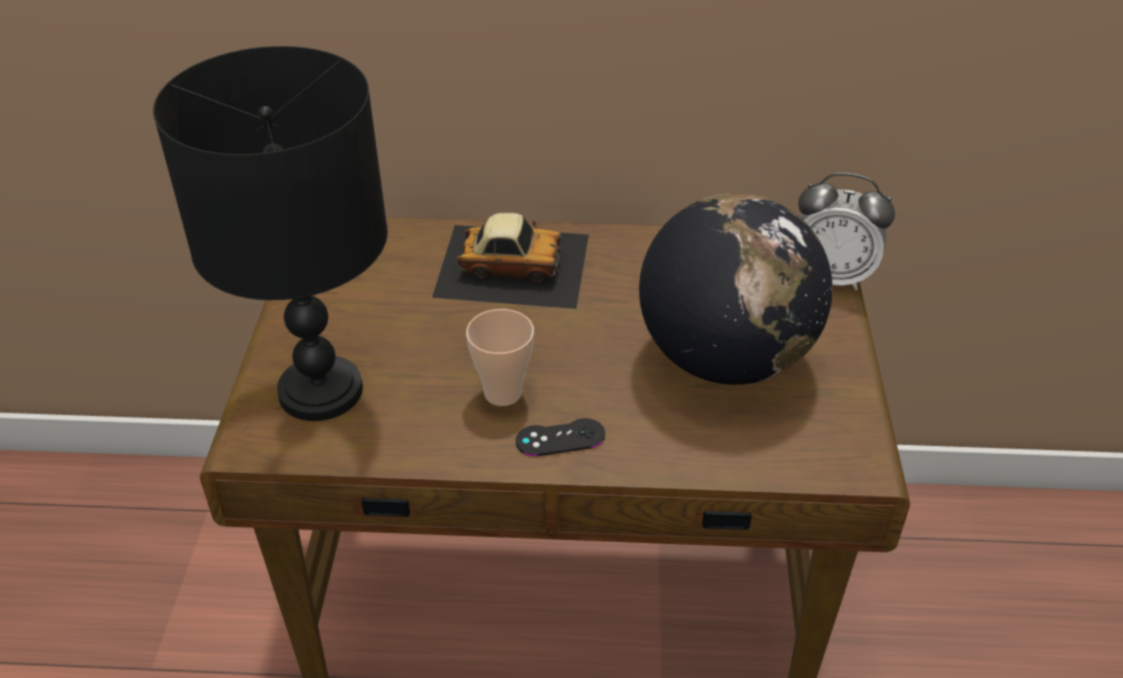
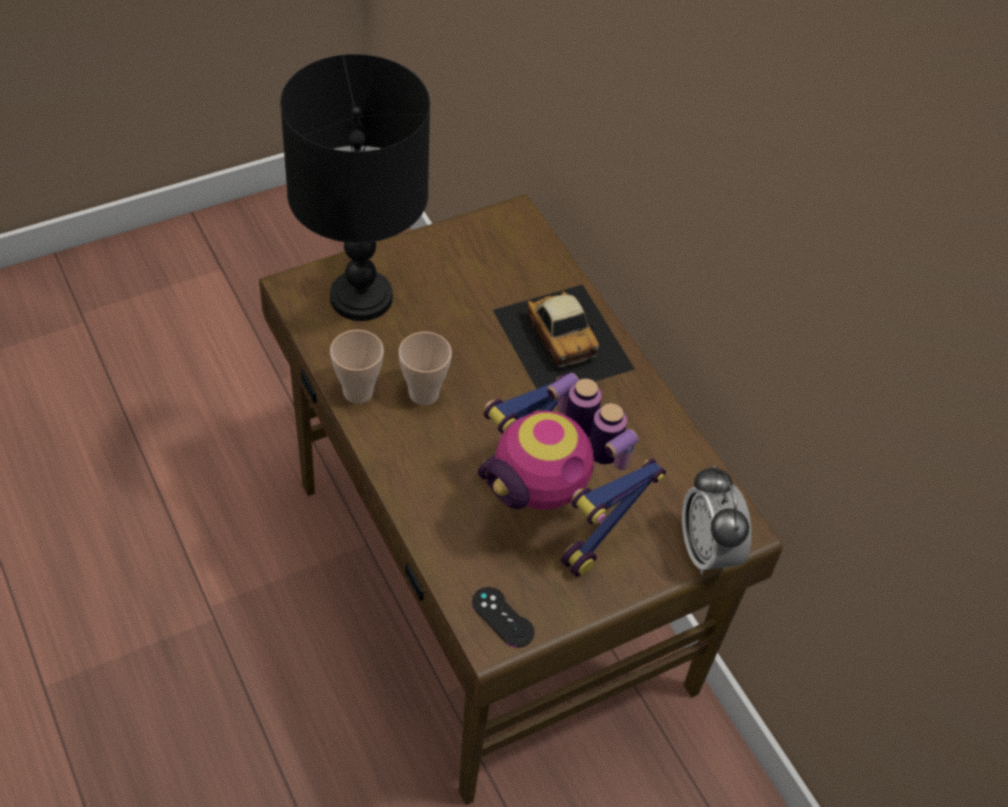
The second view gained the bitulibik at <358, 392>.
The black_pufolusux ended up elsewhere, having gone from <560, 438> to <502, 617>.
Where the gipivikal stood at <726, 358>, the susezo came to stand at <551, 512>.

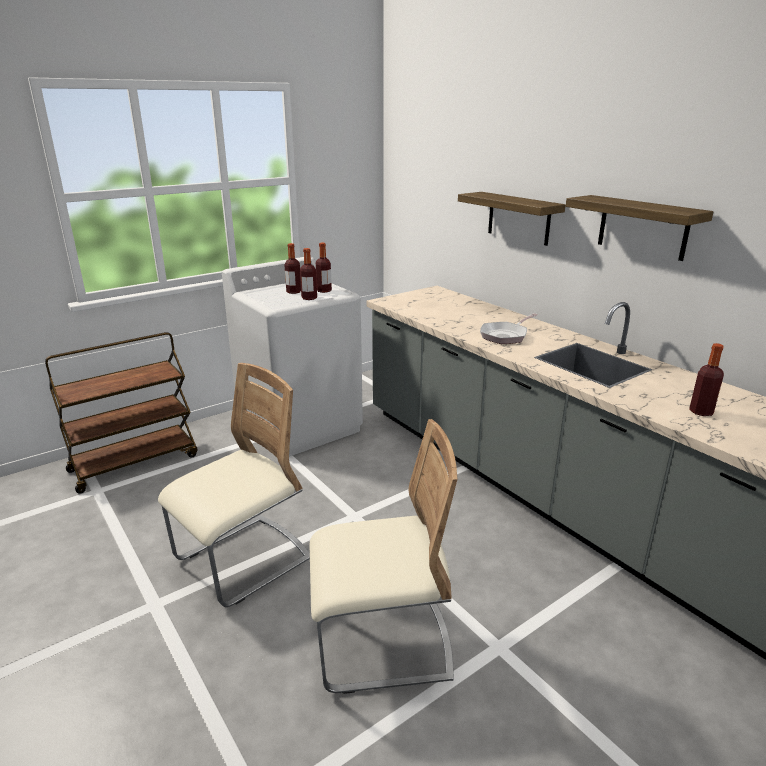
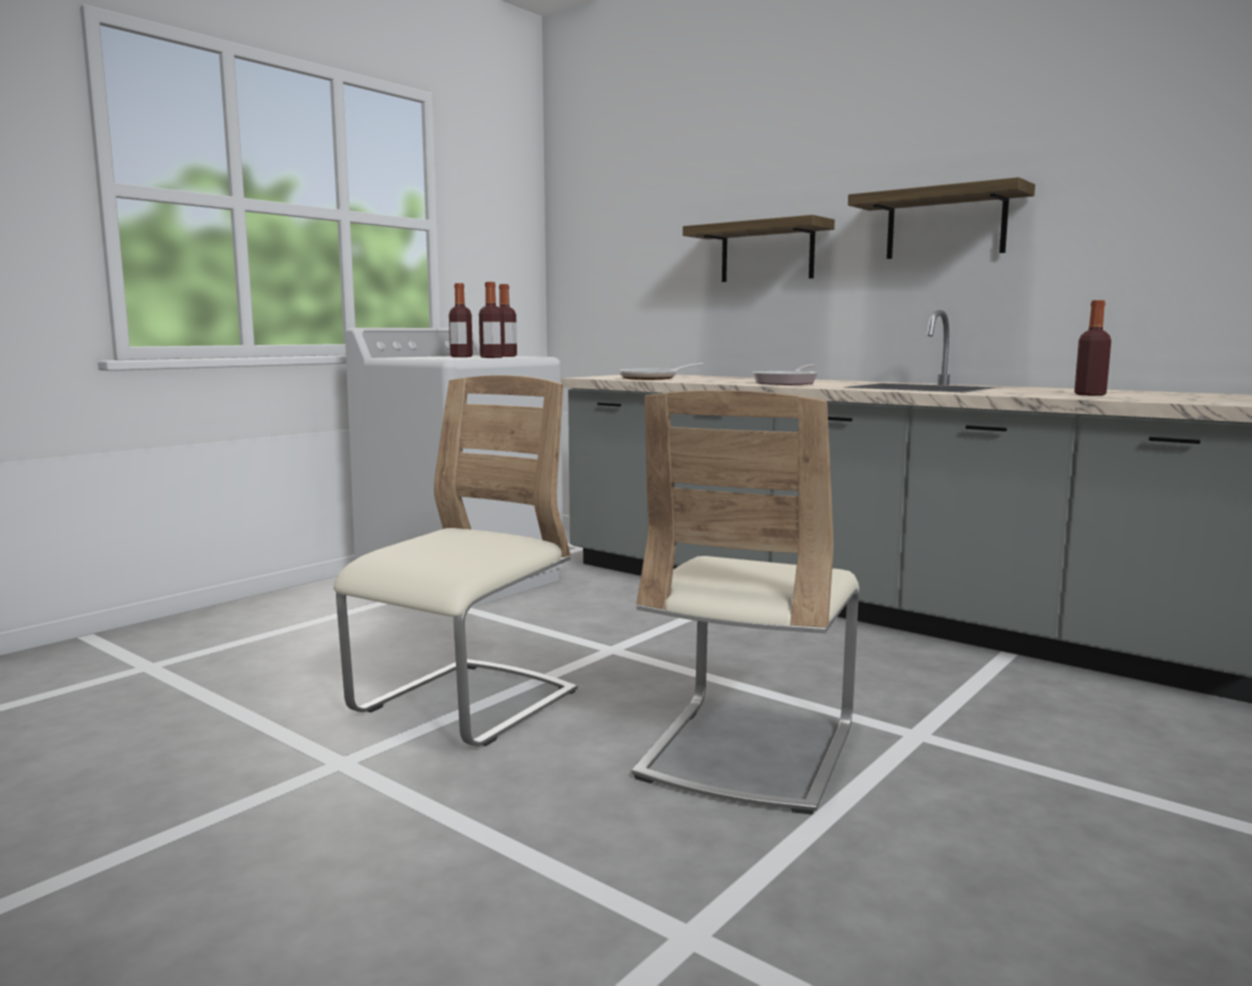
The second view gained the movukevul at <653, 378>.
The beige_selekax at <382, 642> ended up facing another way, 135 degrees clockwise from before.
The second view lost the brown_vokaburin at <135, 463>.

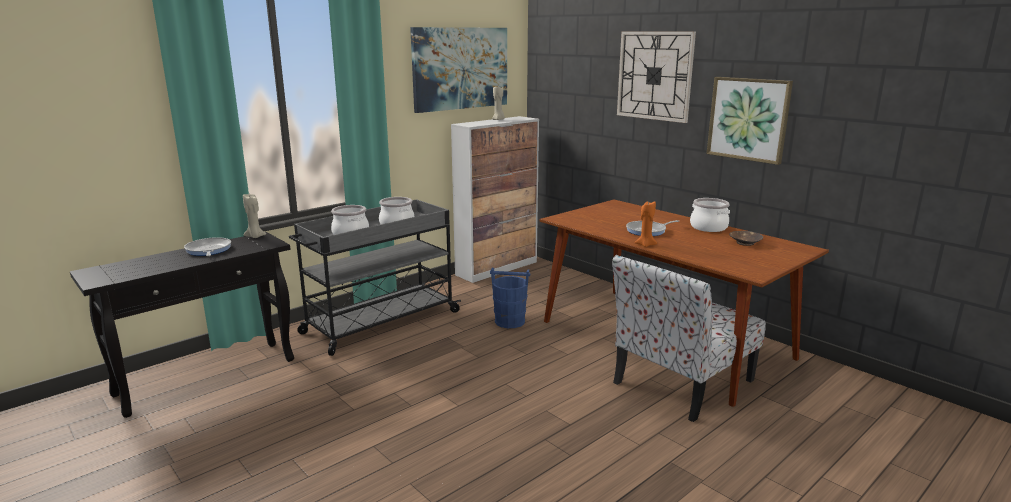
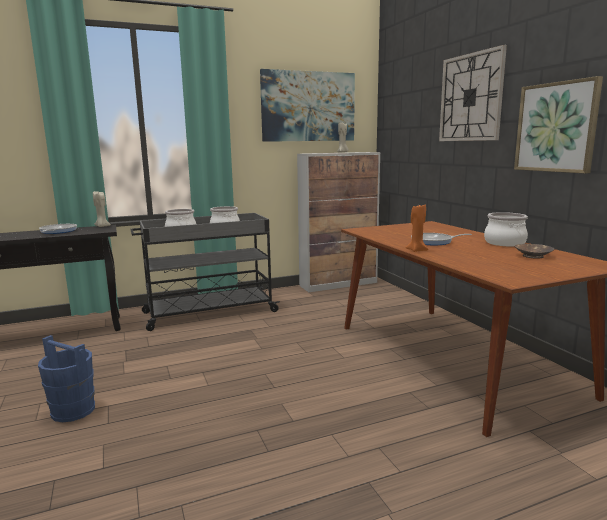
The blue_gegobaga ended up elsewhere, having gone from <509, 321> to <73, 410>.
The second view lost the selekax at <681, 383>.

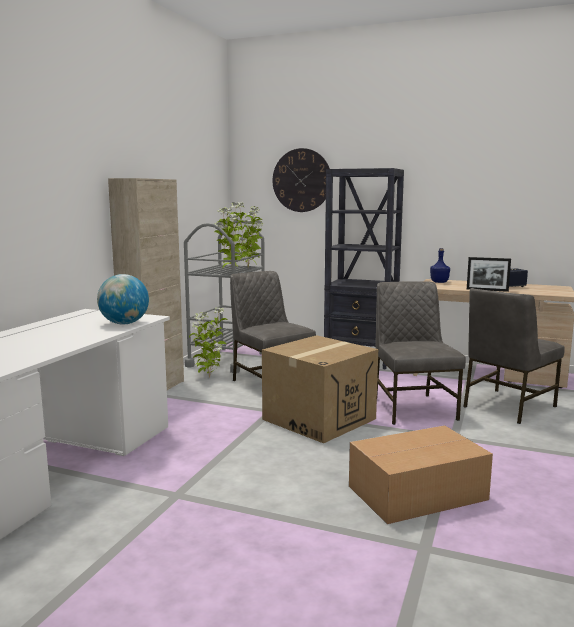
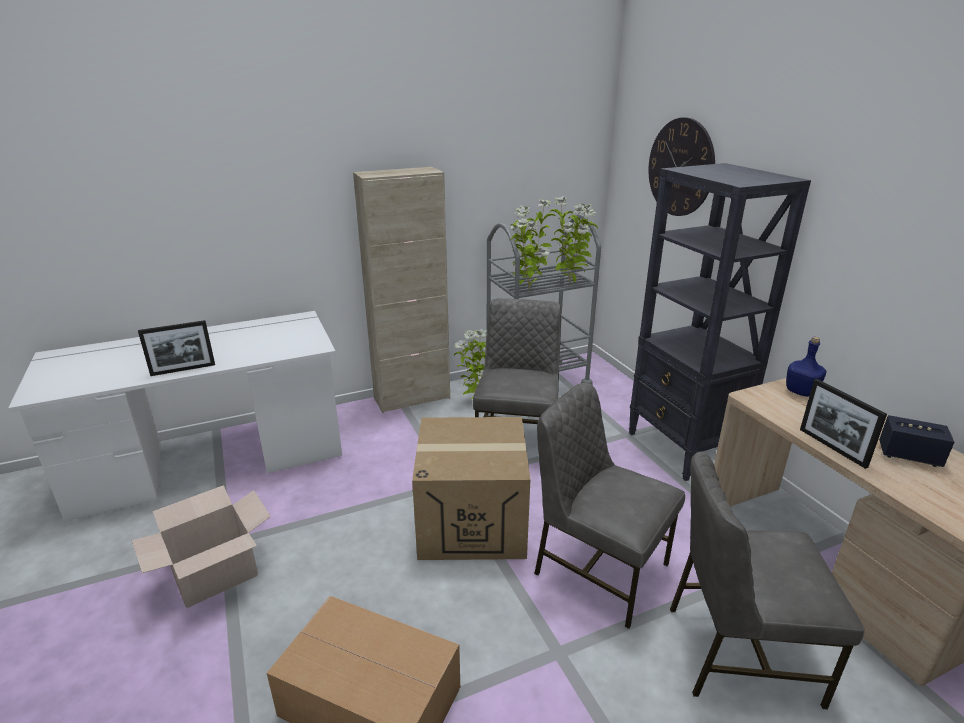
The second view gained the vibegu at <215, 574>.
The second view gained the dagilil at <183, 369>.
The grey_selekax at <412, 408> ended up facing another way, 90 degrees counterclockwise from before.
The second view lost the gipivikal at <124, 323>.

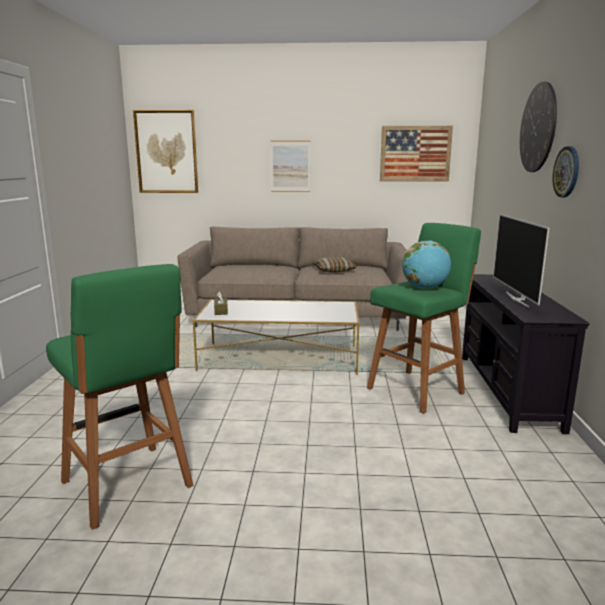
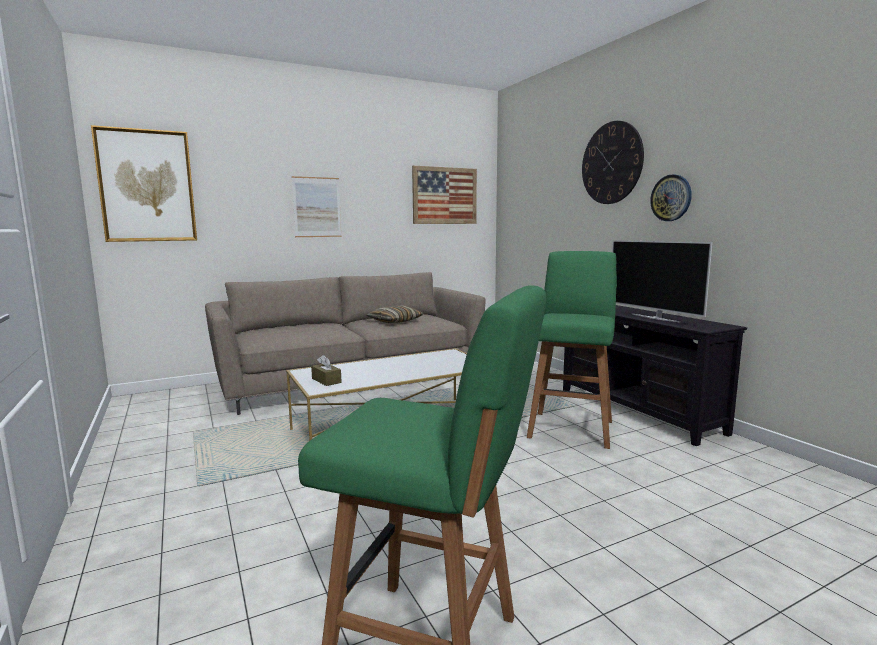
The second view lost the gipivikal at <424, 288>.

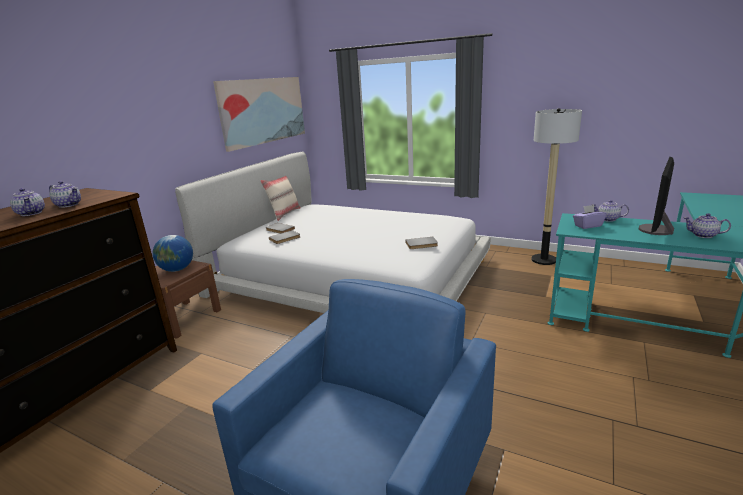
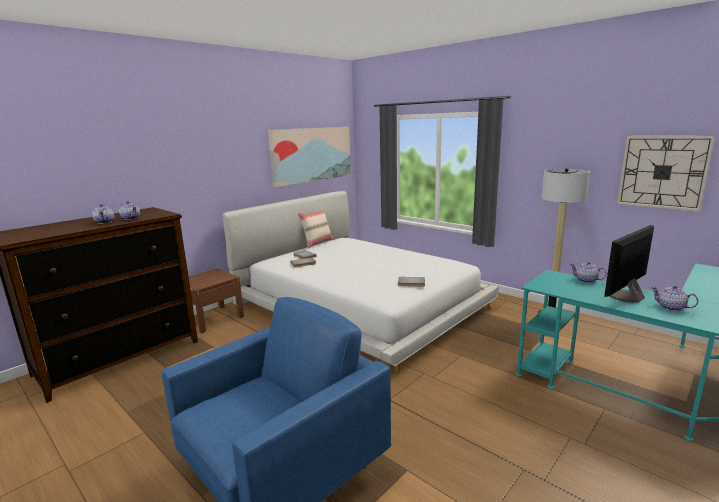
The second view gained the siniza at <662, 172>.
The second view lost the gipivikal at <177, 270>.
The second view lost the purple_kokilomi at <587, 226>.

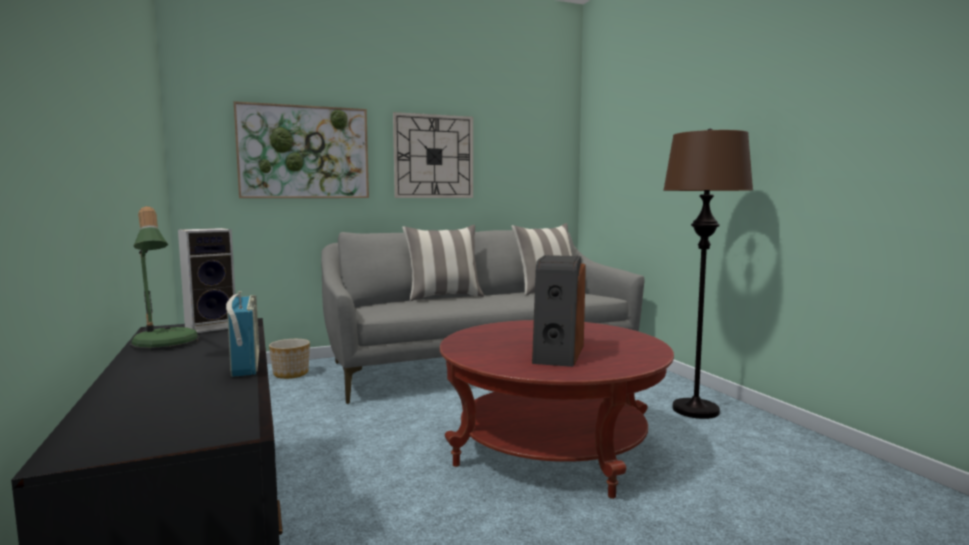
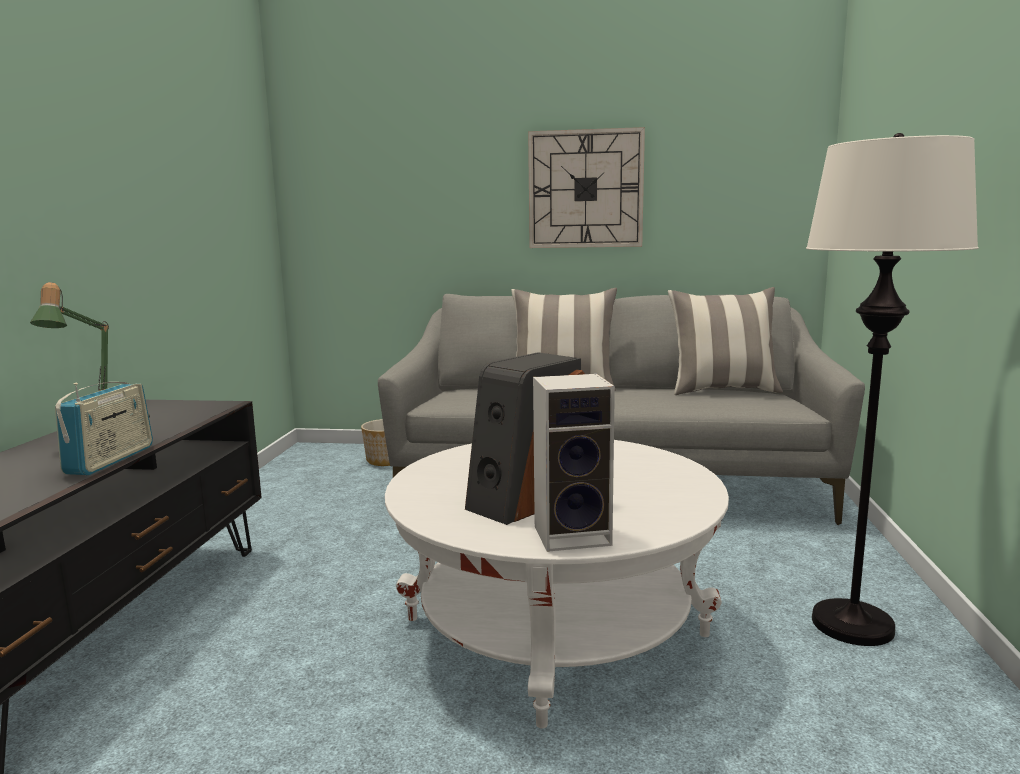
What was the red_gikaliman at <552, 447> turned into the white_gikaliman at <555, 626>.
The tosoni ended up elsewhere, having gone from <212, 326> to <574, 535>.
What was the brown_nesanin at <695, 410> turned into the white_nesanin at <851, 624>.
The second view lost the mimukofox at <304, 152>.

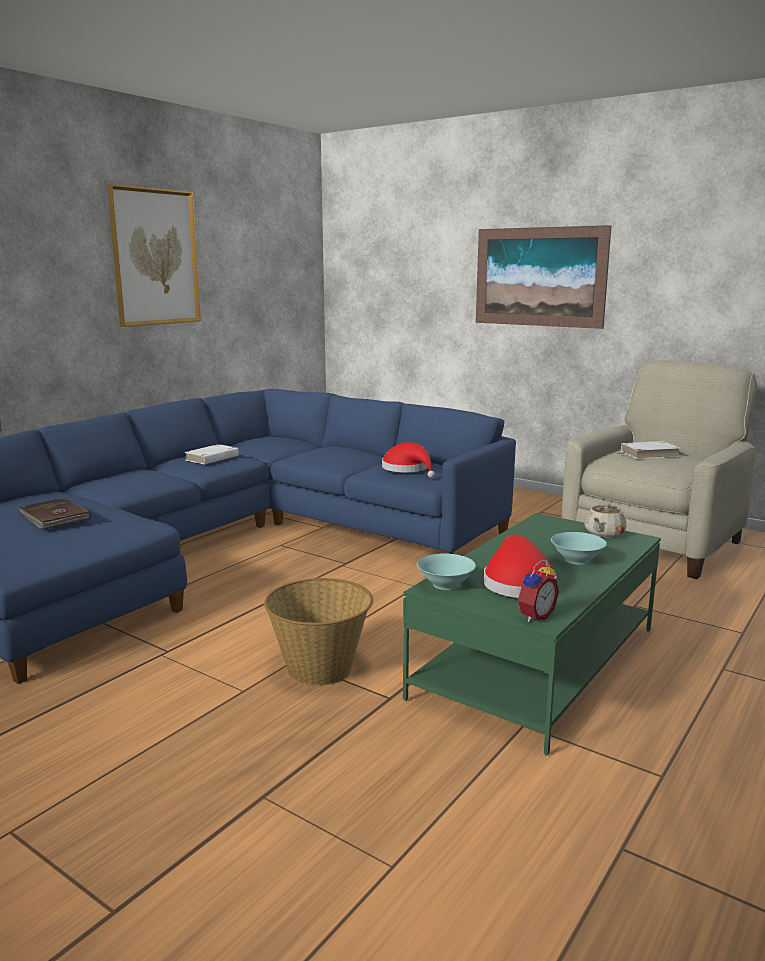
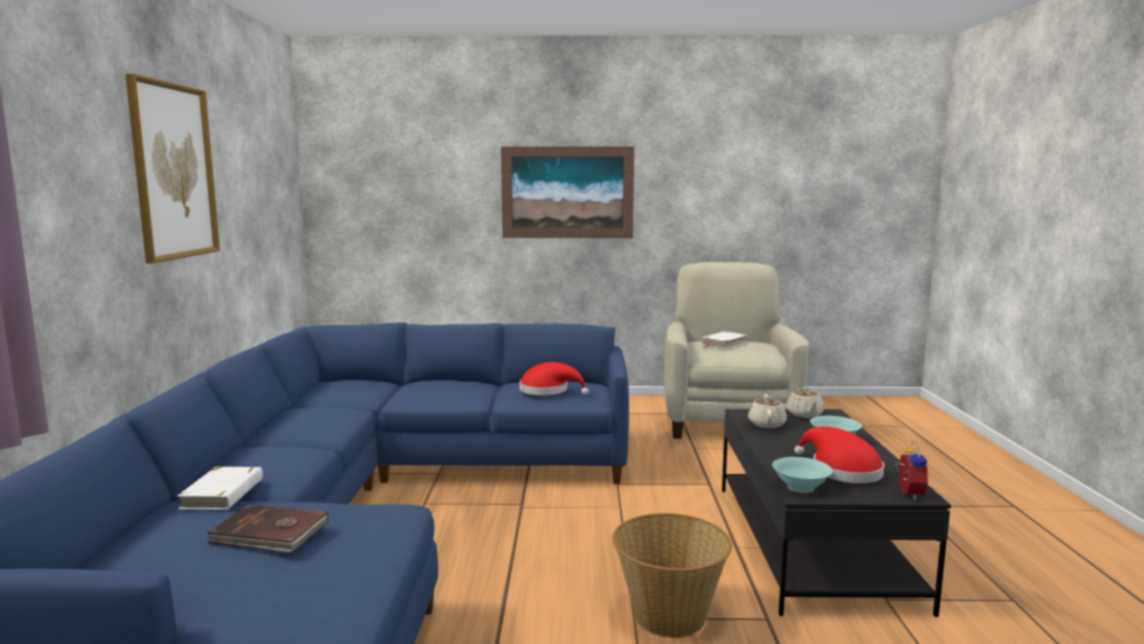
The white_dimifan ended up elsewhere, having gone from <212, 458> to <223, 493>.
What was the green_gikaliman at <537, 662> turned into the black_gikaliman at <811, 543>.
The second view gained the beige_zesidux at <766, 424>.

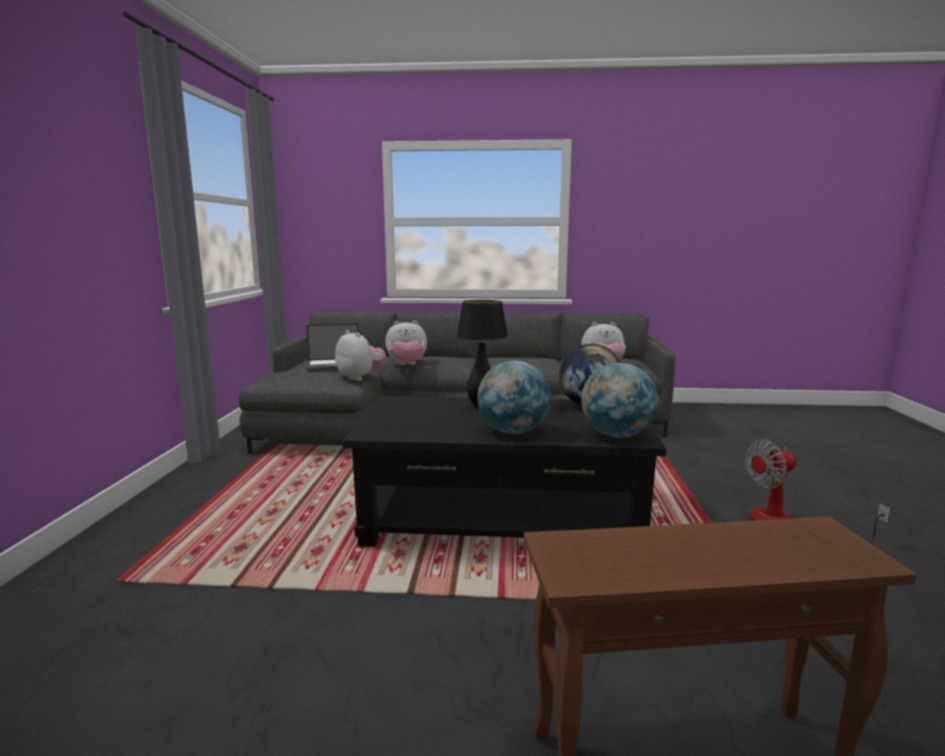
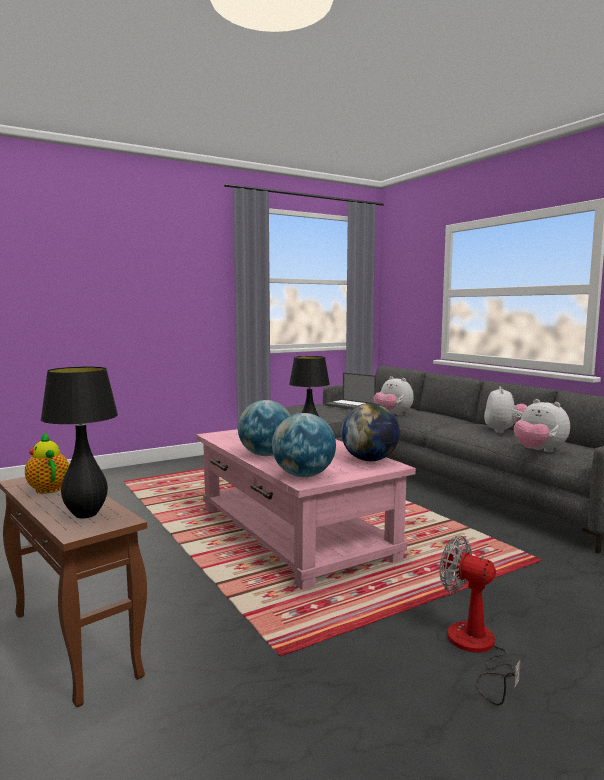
The second view gained the zesidux at <48, 488>.
The second view gained the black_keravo at <85, 515>.
What was the black_gikaliman at <502, 519> turned into the pink_gikaliman at <293, 532>.
The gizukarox ended up elsewhere, having gone from <360, 378> to <505, 432>.

